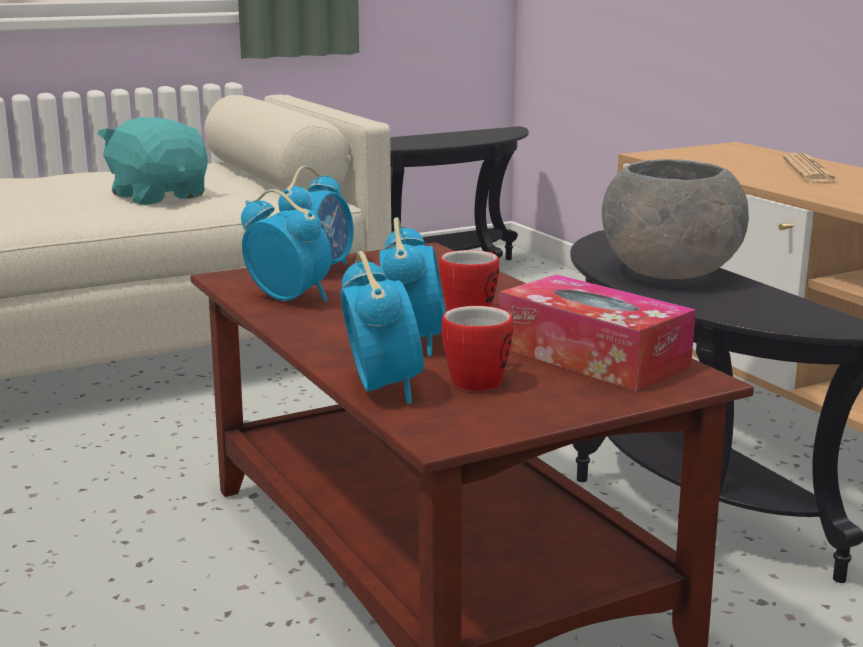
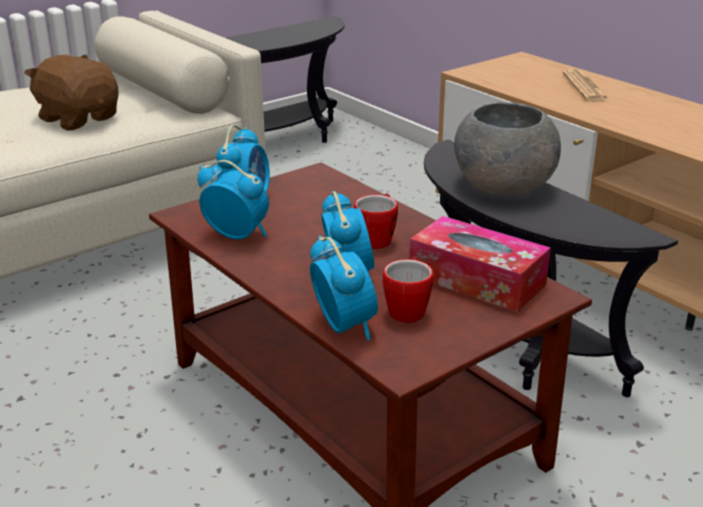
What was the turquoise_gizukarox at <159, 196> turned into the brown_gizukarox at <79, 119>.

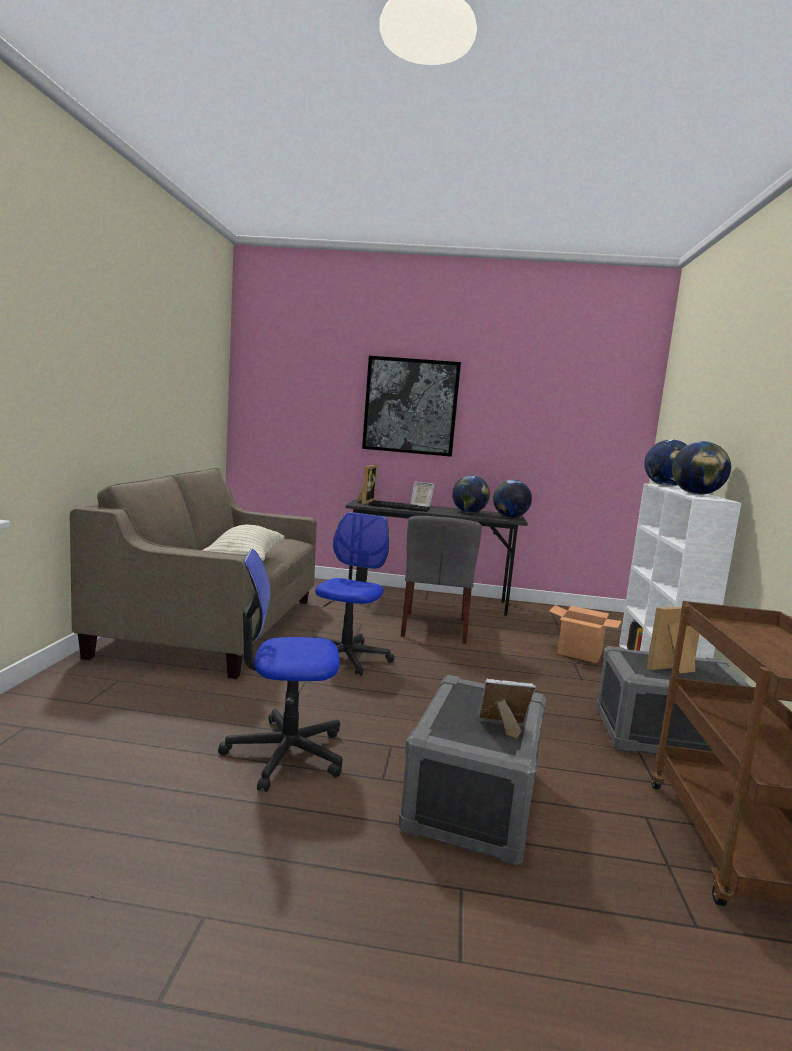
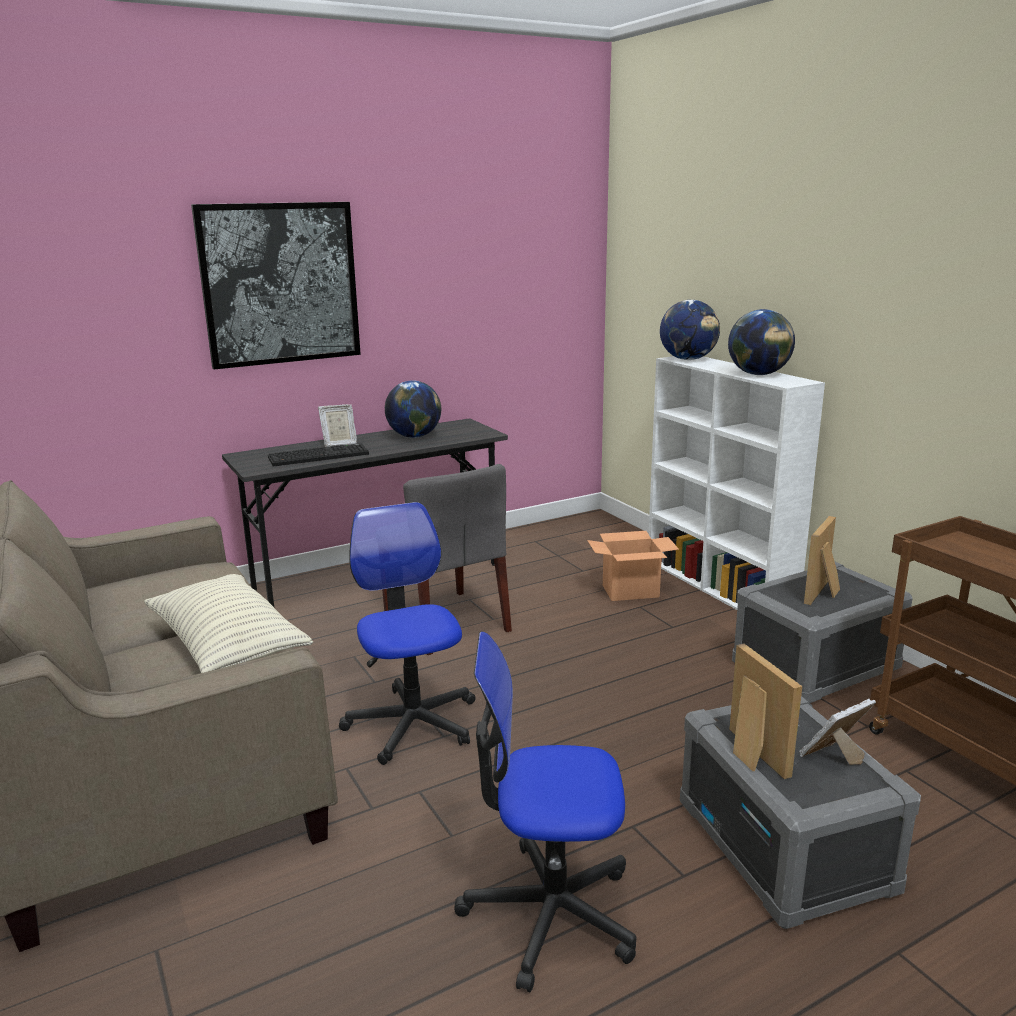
The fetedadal at <285, 753> ended up facing another way, 45 degrees clockwise from before.
The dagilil ended up elsewhere, having gone from <364, 501> to <750, 754>.
The second view lost the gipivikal at <510, 517>.

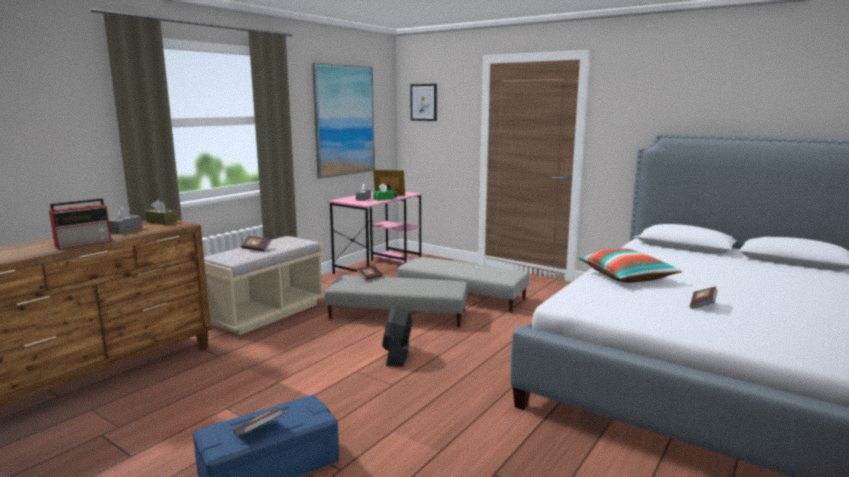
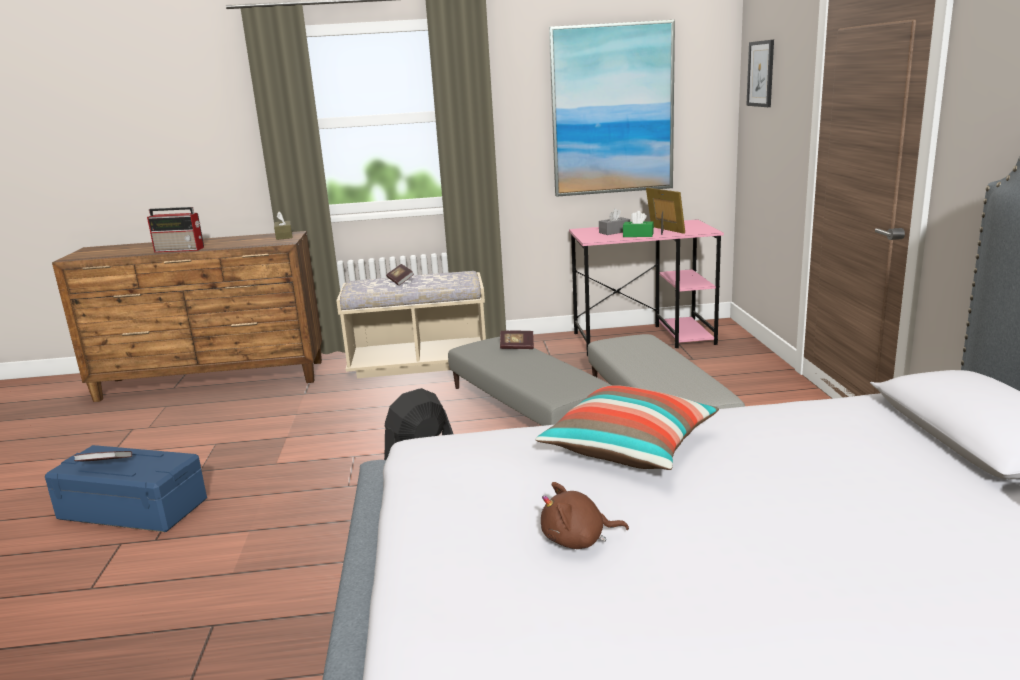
Where the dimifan stood at <702, 305>, the brown_gizukarox came to stand at <578, 540>.
The second view lost the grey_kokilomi at <125, 230>.

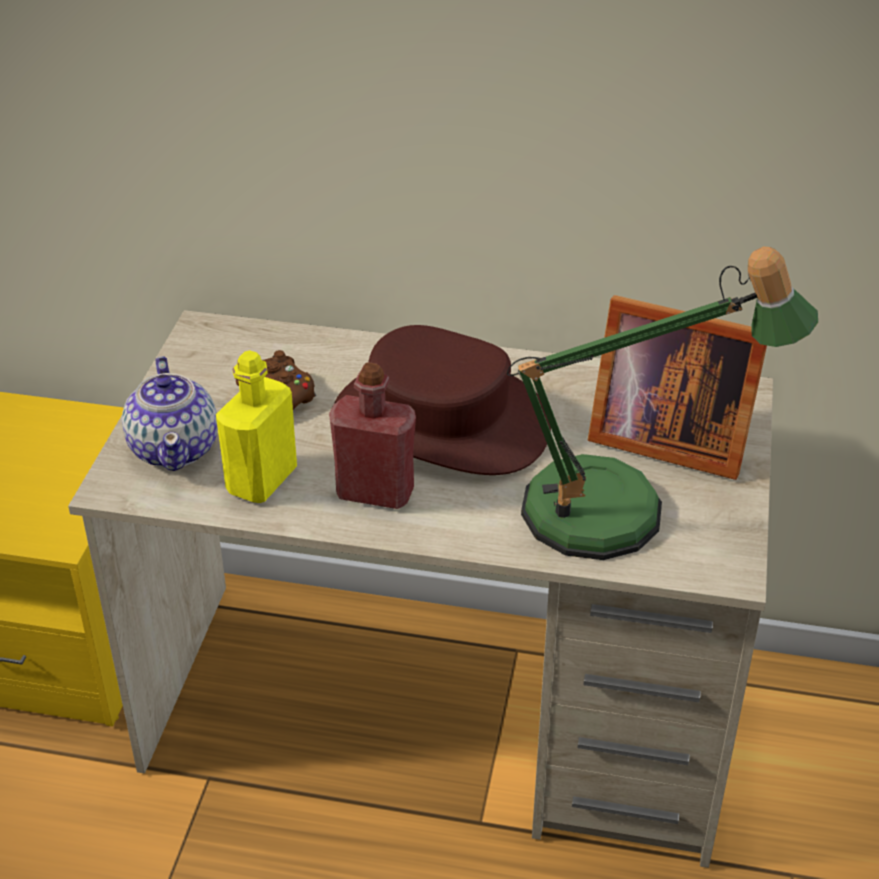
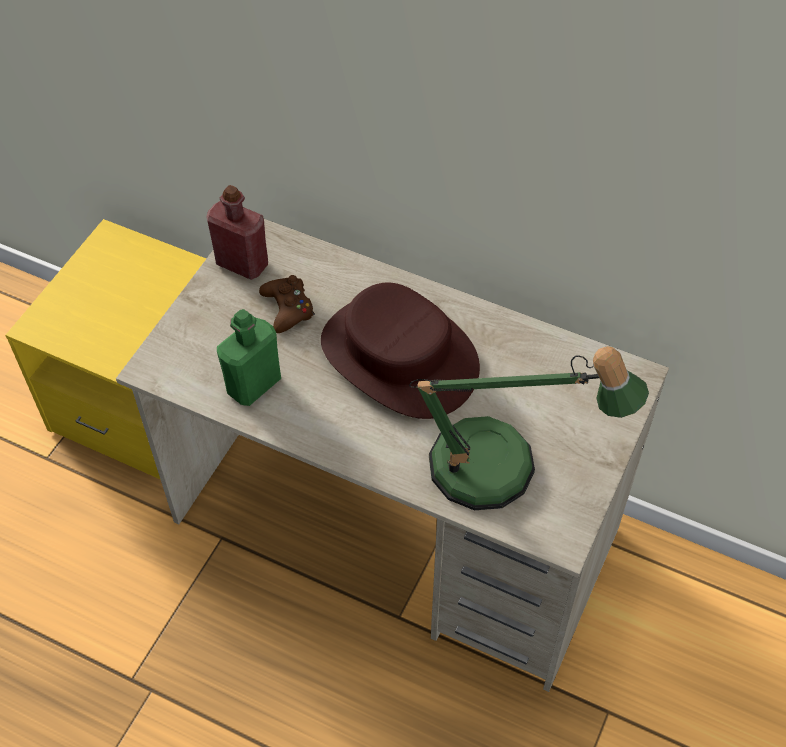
The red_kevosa ended up elsewhere, having gone from <375, 492> to <242, 263>.
What was the yellow_kevosa at <262, 480> turned into the green_kevosa at <254, 385>.
The second view lost the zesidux at <175, 448>.
The second view lost the dagilil at <664, 438>.

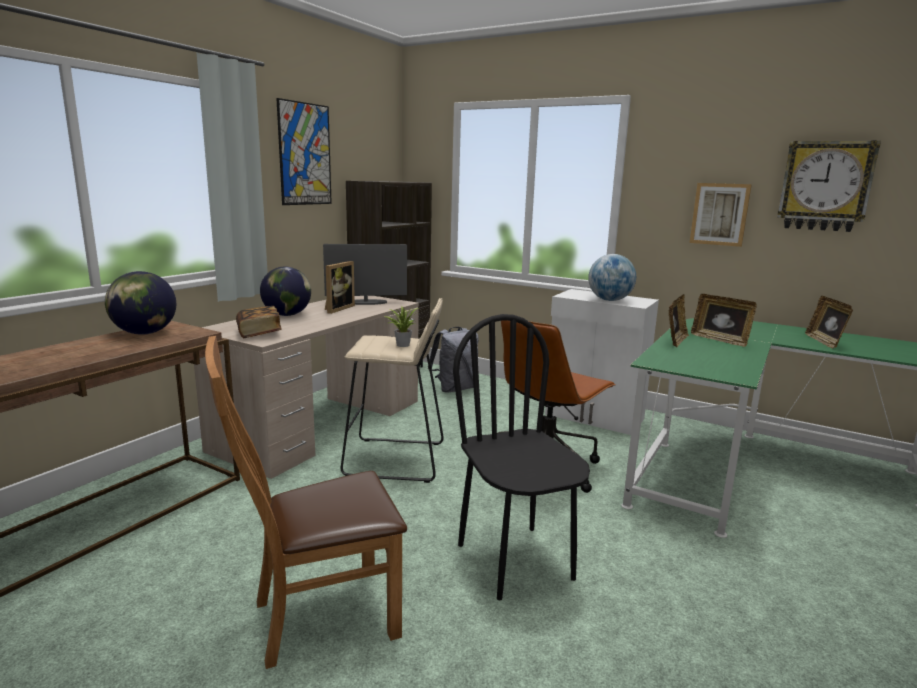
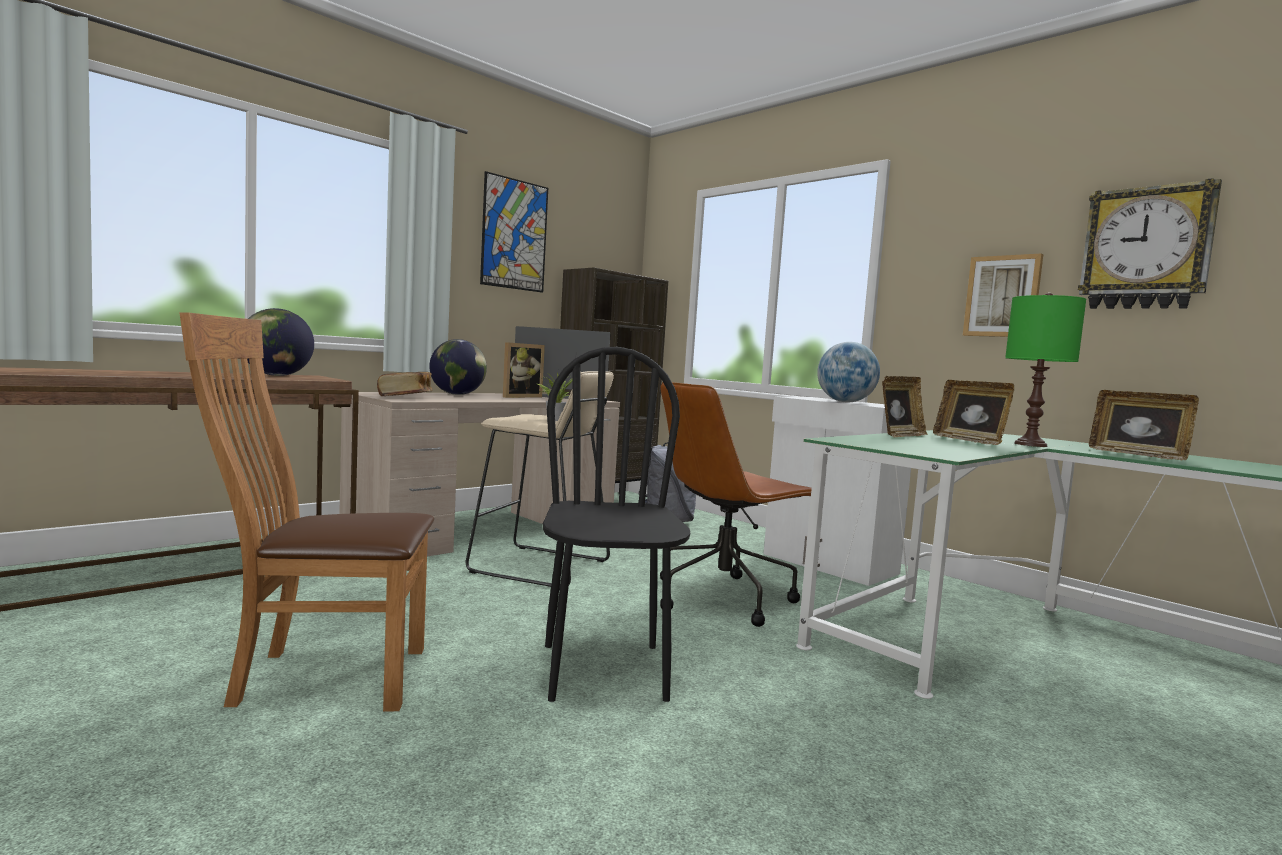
The second view gained the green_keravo at <1031, 445>.
The dagilil at <824, 342> ended up facing another way, 60 degrees counterclockwise from before.

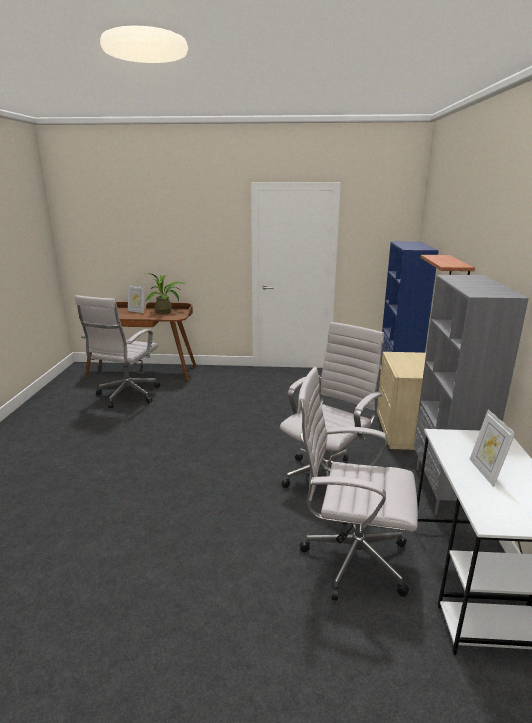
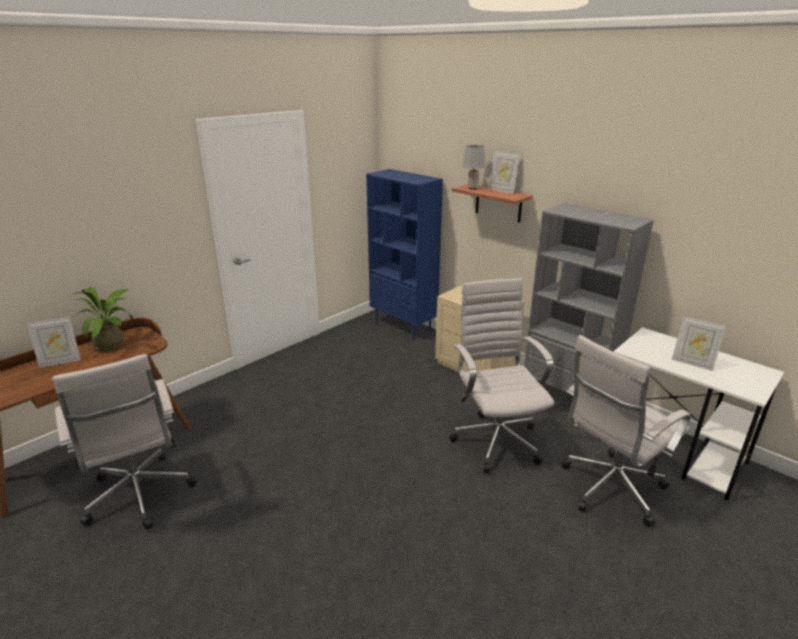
The second view gained the grey_keravo at <473, 188>.
The second view gained the dagilil at <502, 190>.

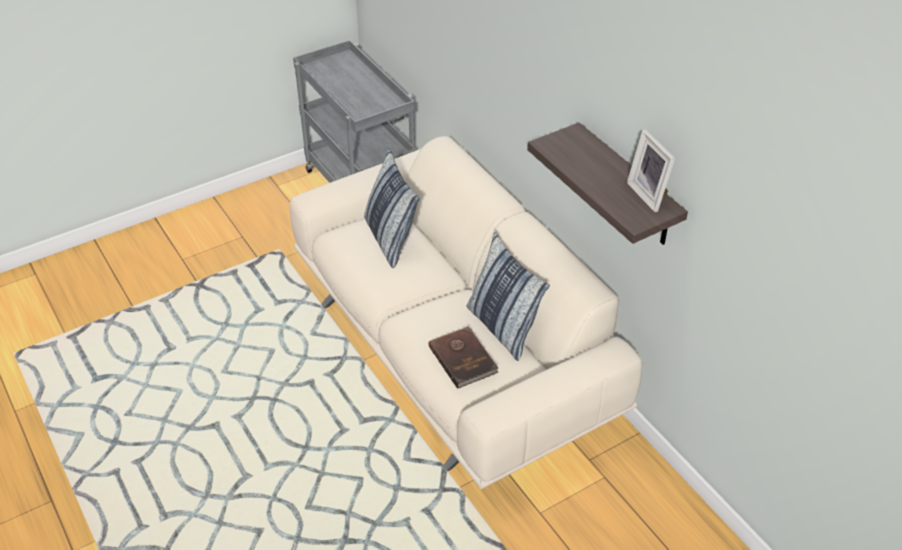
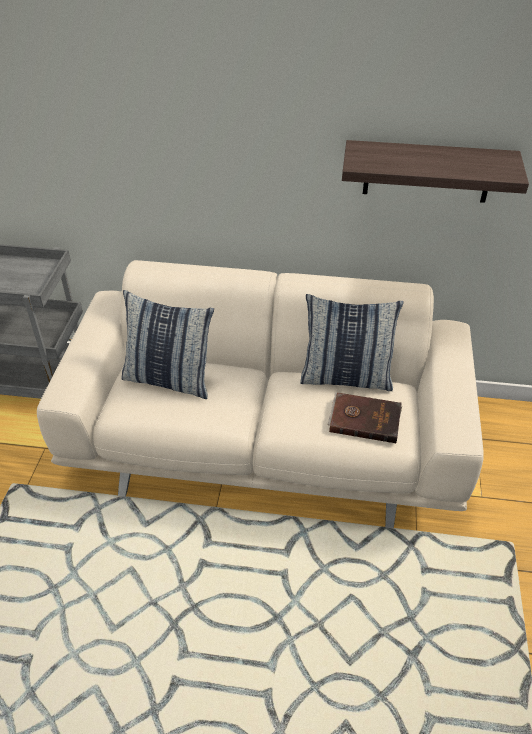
The second view lost the dagilil at <650, 194>.

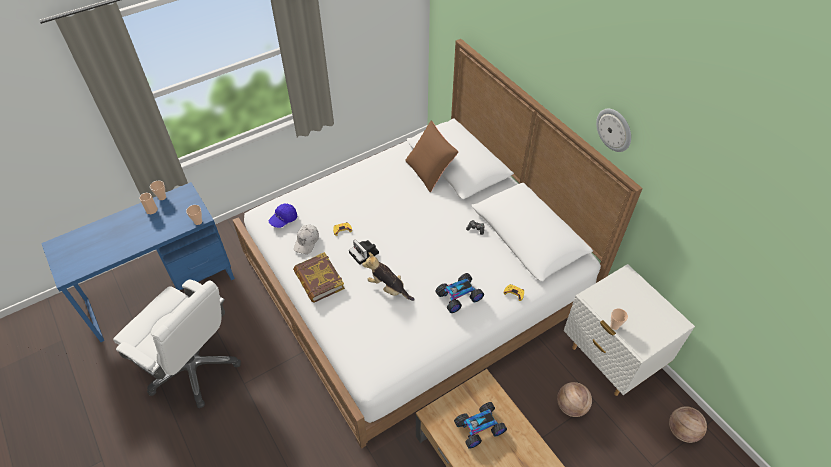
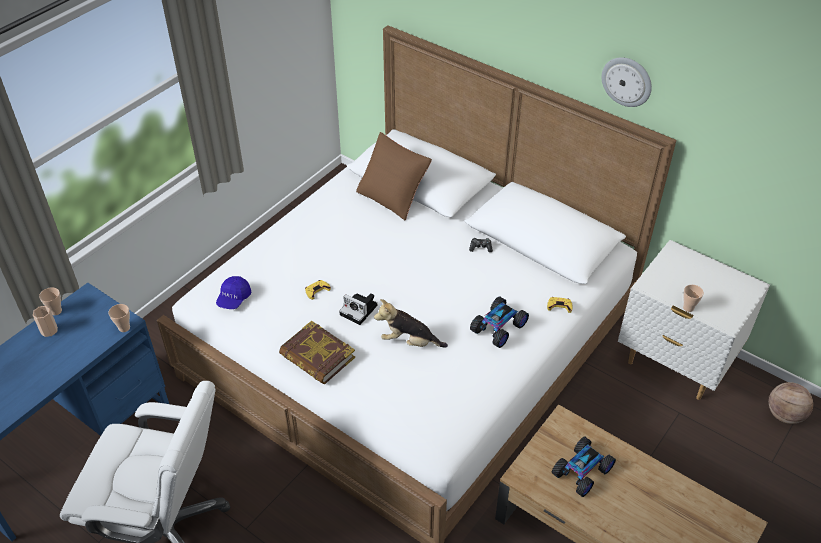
The second view lost the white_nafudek at <307, 242>.
The second view lost the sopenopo at <571, 406>.

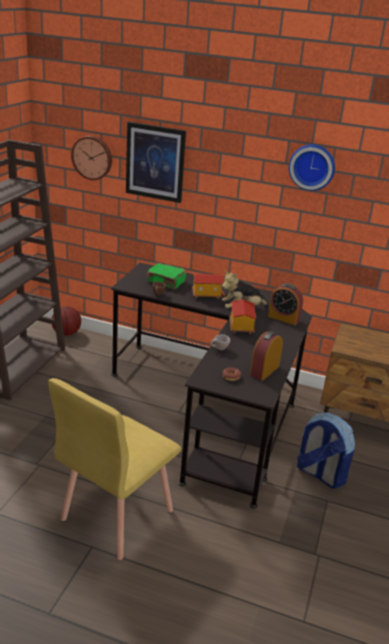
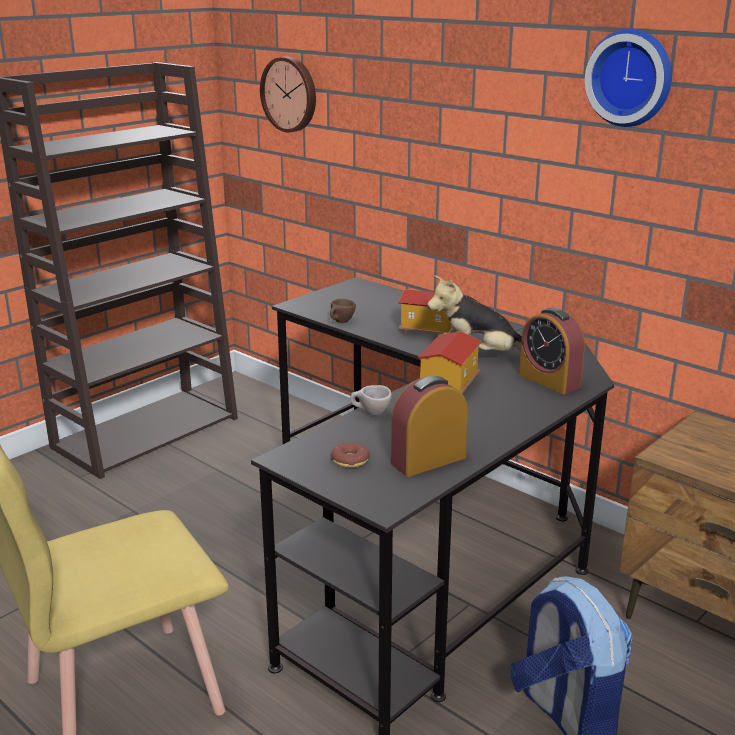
The second view lost the sopenopo at <66, 333>.
The second view lost the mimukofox at <155, 162>.
The second view lost the green_dimifan at <166, 282>.

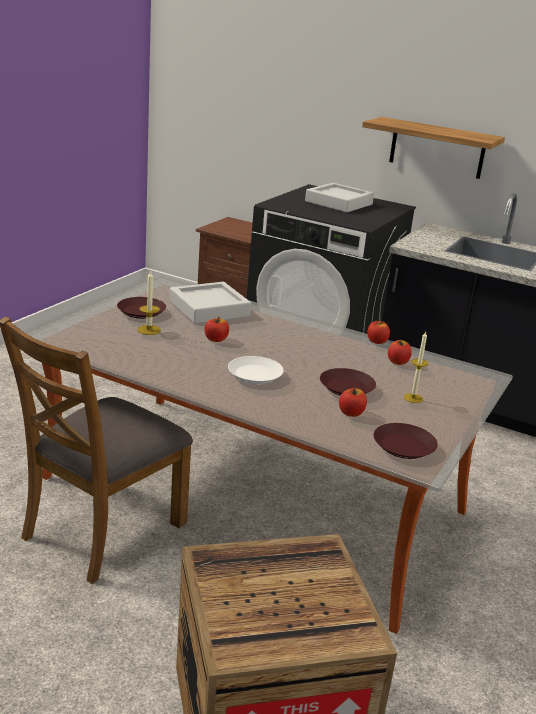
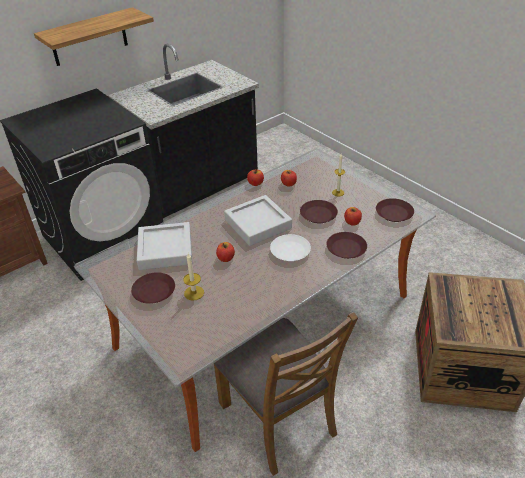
The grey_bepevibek ended up elsewhere, having gone from <338, 203> to <258, 224>.
The second view gained the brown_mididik at <346, 249>.

